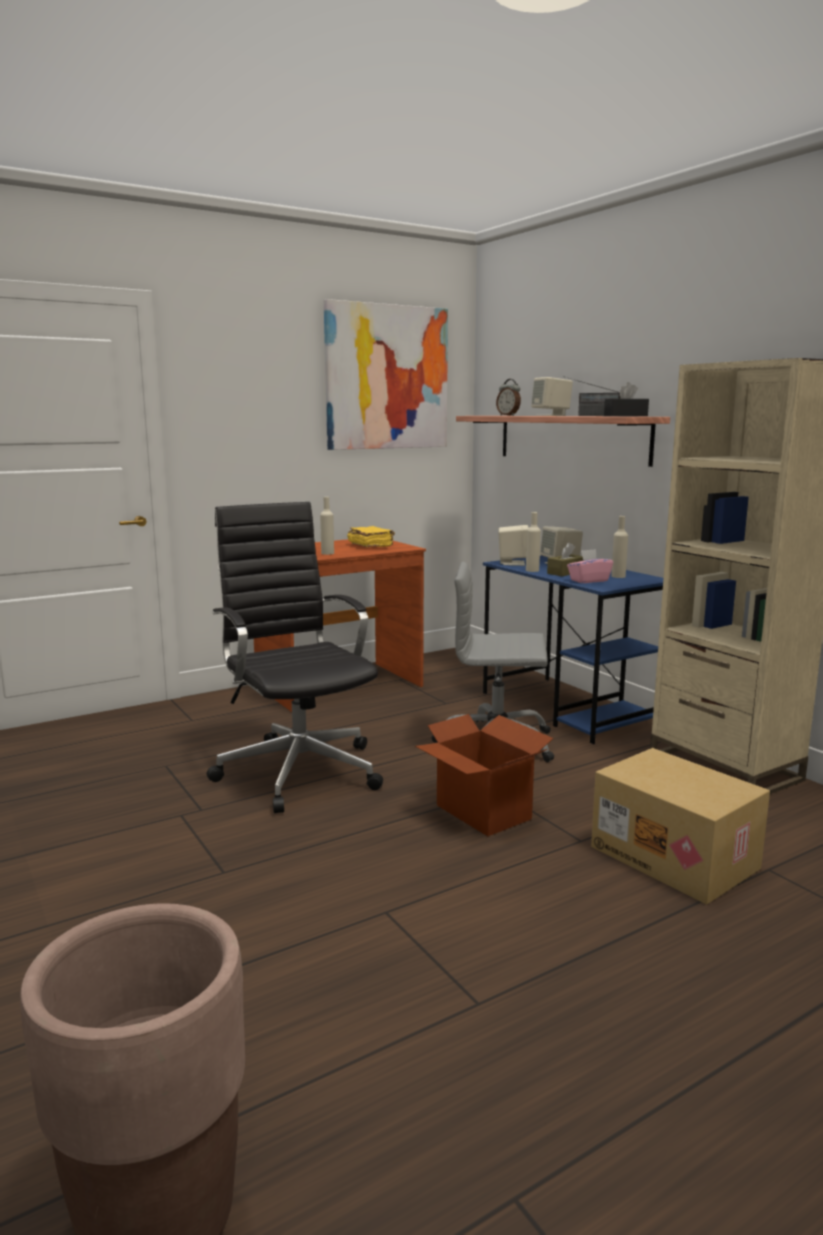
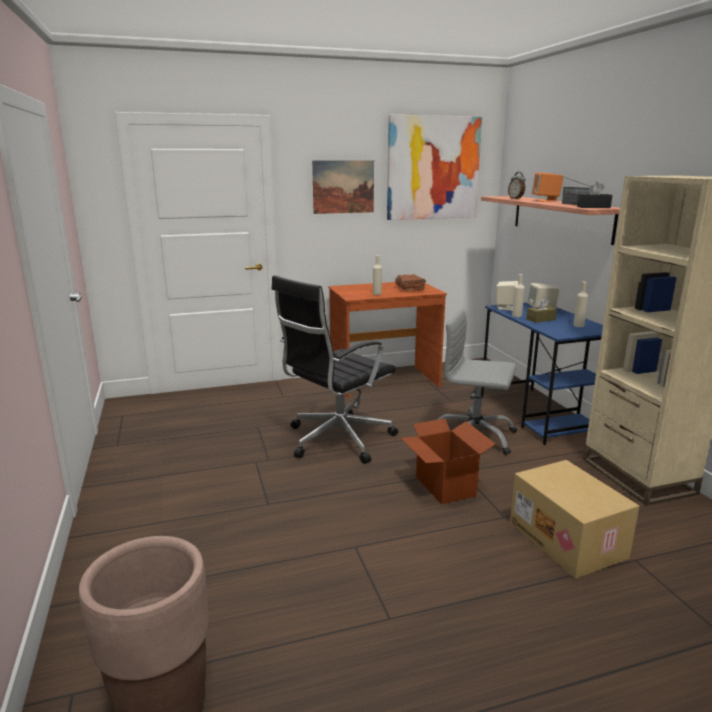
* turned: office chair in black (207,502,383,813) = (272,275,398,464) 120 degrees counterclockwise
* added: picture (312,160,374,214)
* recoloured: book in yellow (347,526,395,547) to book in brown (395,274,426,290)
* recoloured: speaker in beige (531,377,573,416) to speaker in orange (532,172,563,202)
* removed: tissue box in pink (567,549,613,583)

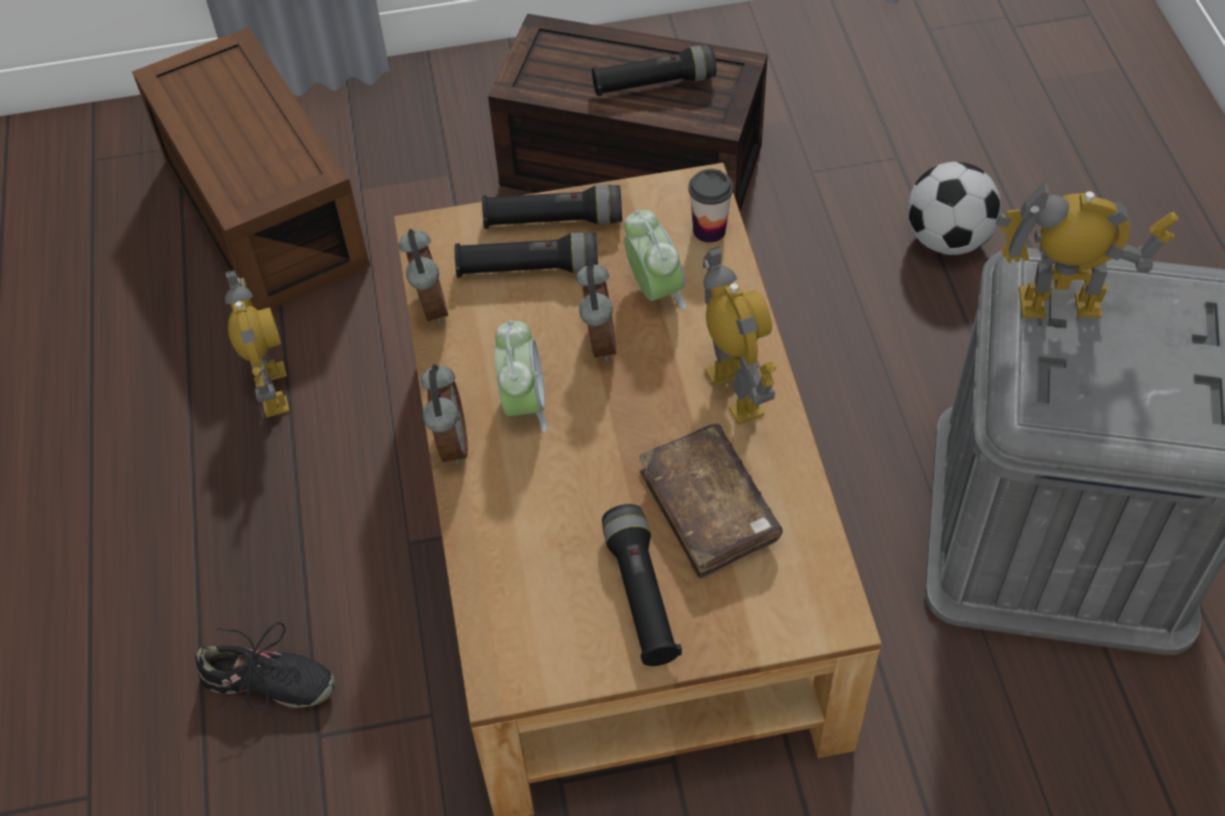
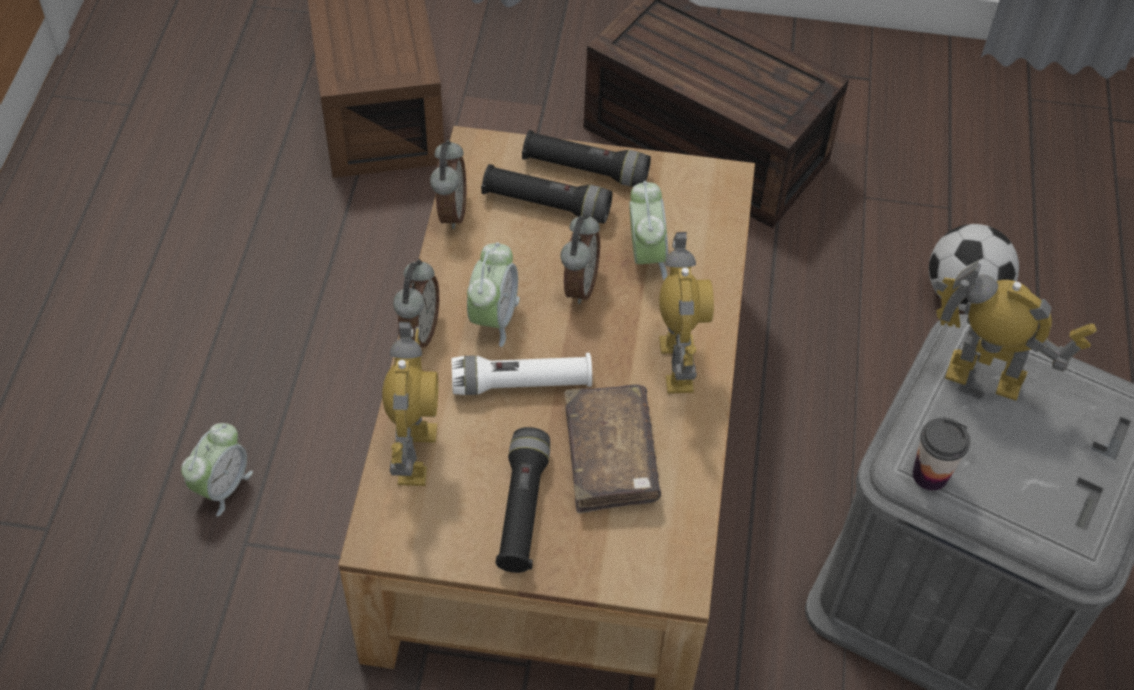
* replaced: shoe in black (196,622,335,710) to alarm clock (181,423,253,517)
* moved: toy robot (225,270,290,418) to (382,321,438,486)
* added: flashlight in white (452,353,592,395)
* moved: cup (688,169,733,243) to (912,418,970,491)
* removed: flashlight in black (592,45,716,96)

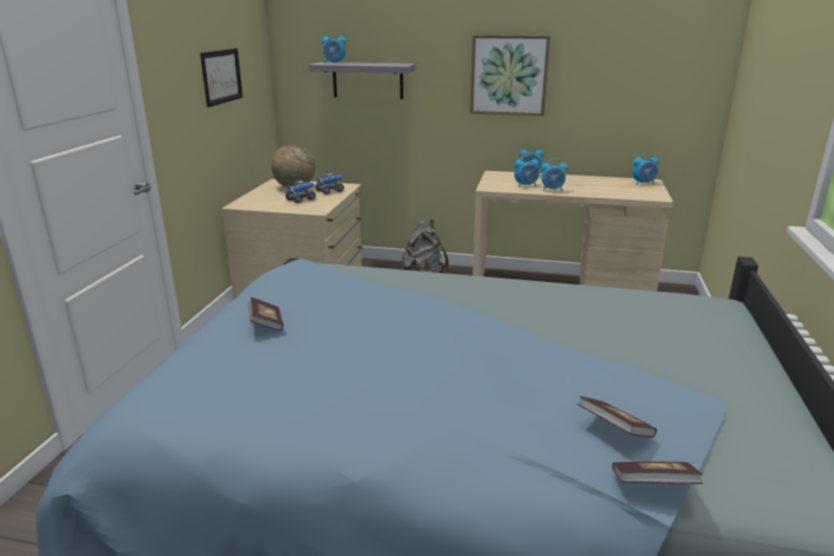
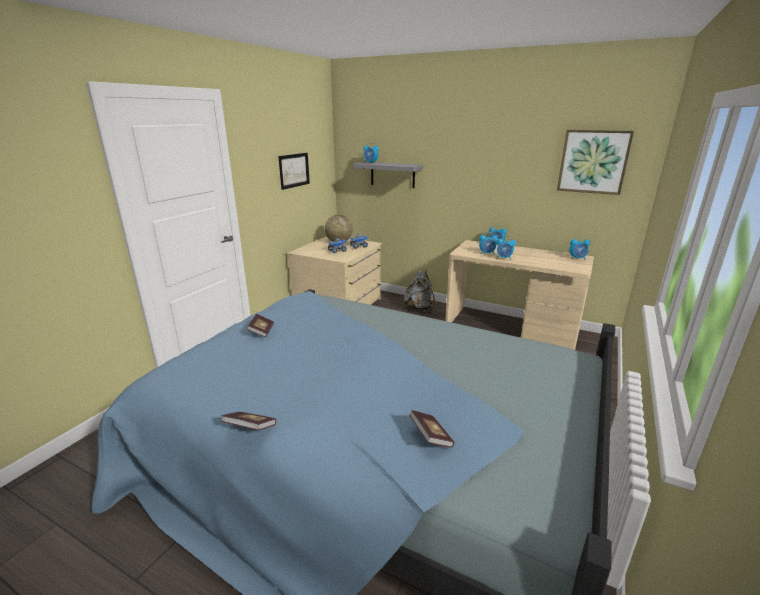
* moved: book (612,462,703,484) to (221,412,276,430)
* moved: picture (470,35,550,116) to (557,130,634,195)

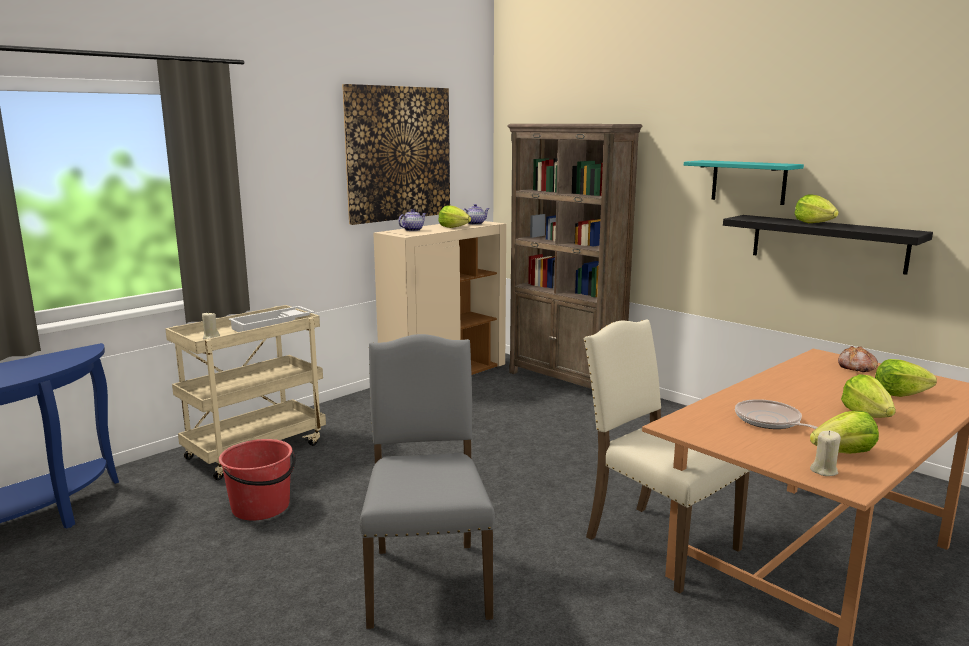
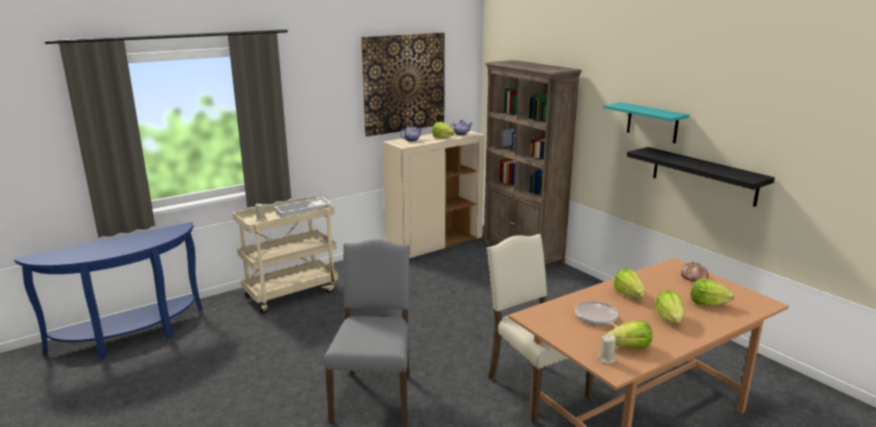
* moved: lettuce (794,194,839,223) to (613,269,645,298)
* removed: bucket in red (219,439,296,520)

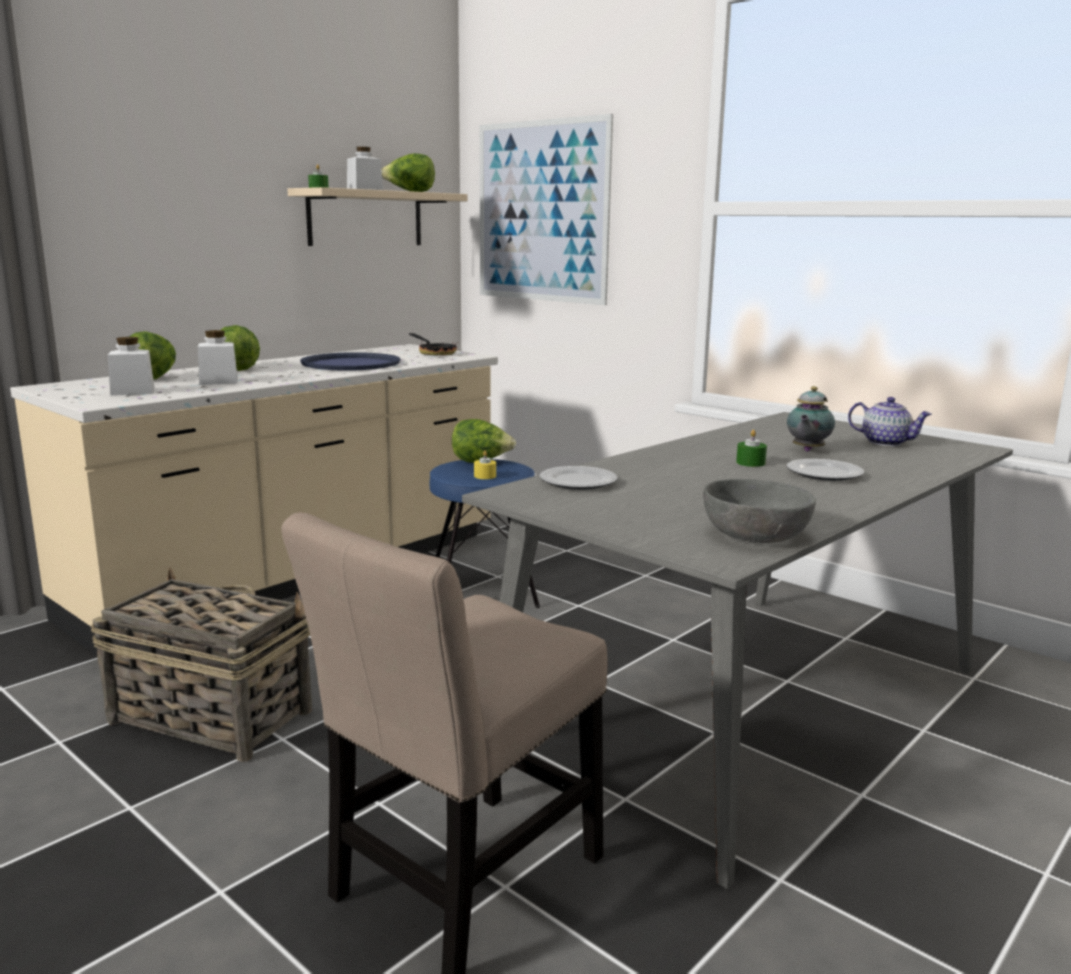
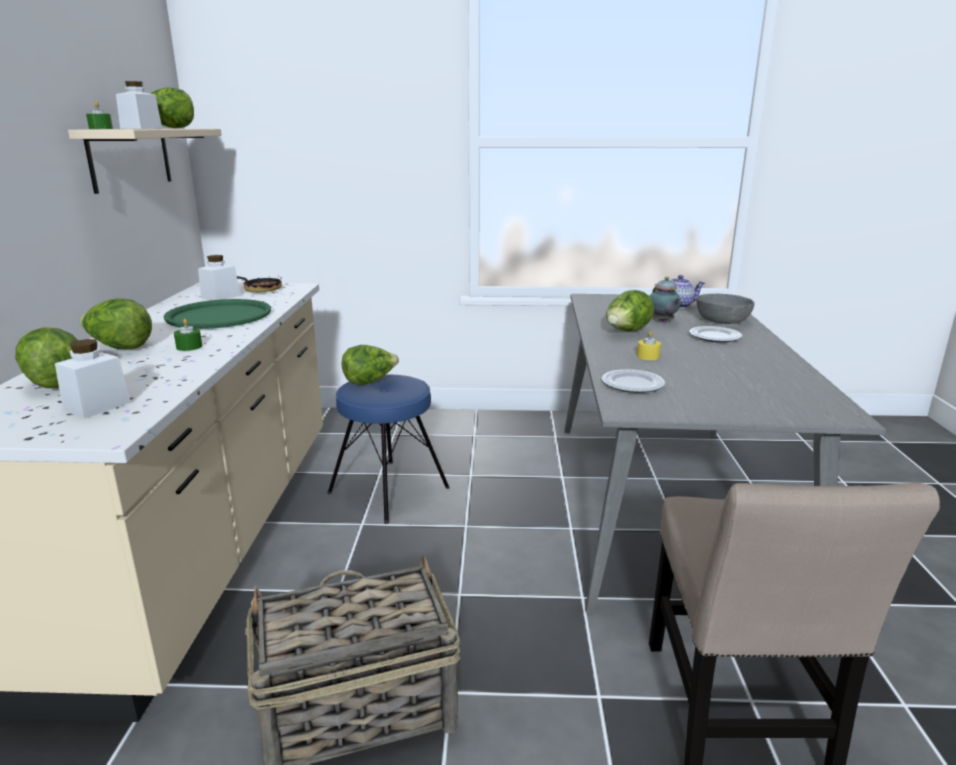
* recoloured: tray in blue (300,352,401,371) to tray in green (163,299,271,329)
* moved: candle in green (736,430,767,467) to (174,319,202,351)
* moved: jar in white (198,330,238,385) to (198,255,240,300)
* added: lettuce (606,290,654,332)
* moved: candle in yellow (474,450,496,479) to (637,331,661,360)
* moved: bowl in grey (703,479,816,543) to (696,294,755,324)
* removed: picture (480,114,613,305)

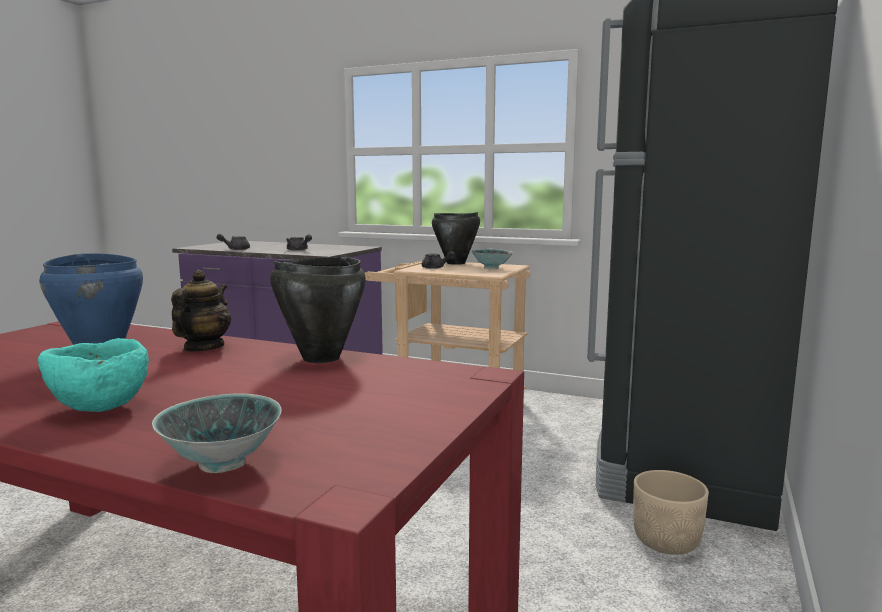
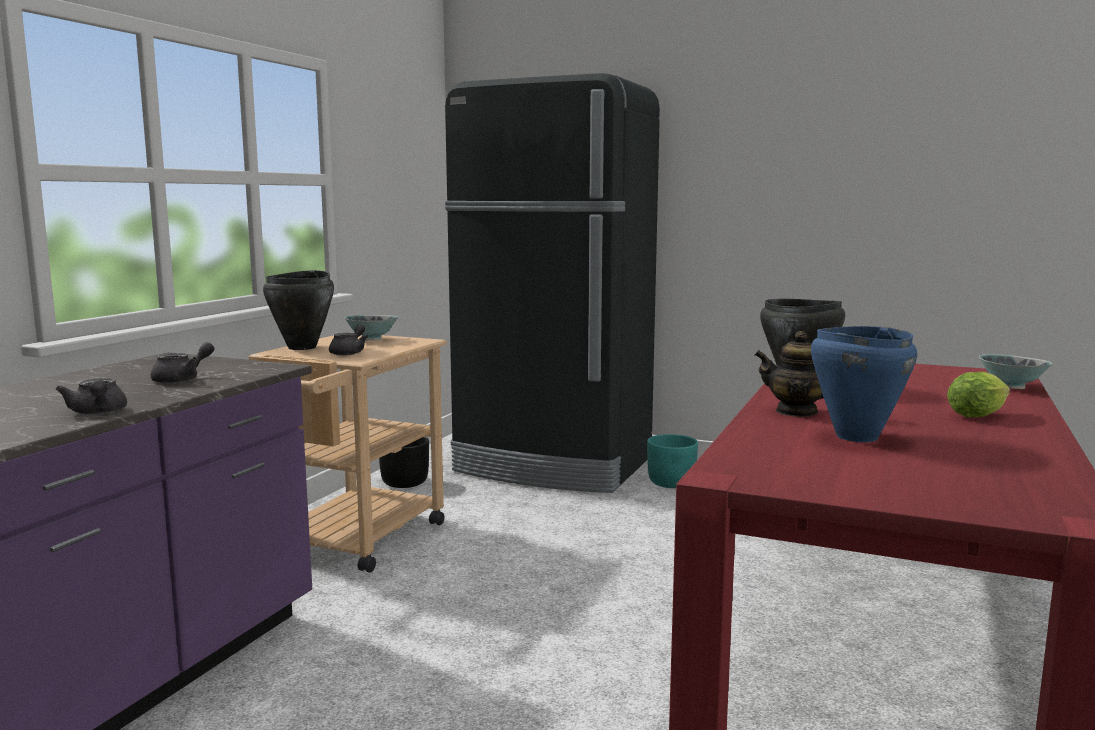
* added: planter in black (379,436,429,488)
* recoloured: planter in beige (633,470,709,555) to planter in turquoise (647,434,698,488)
* replaced: bowl in turquoise (38,338,149,412) to lettuce (947,372,1010,417)

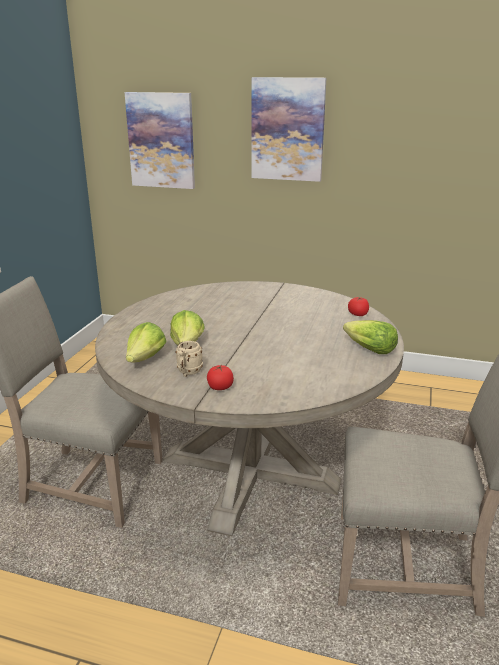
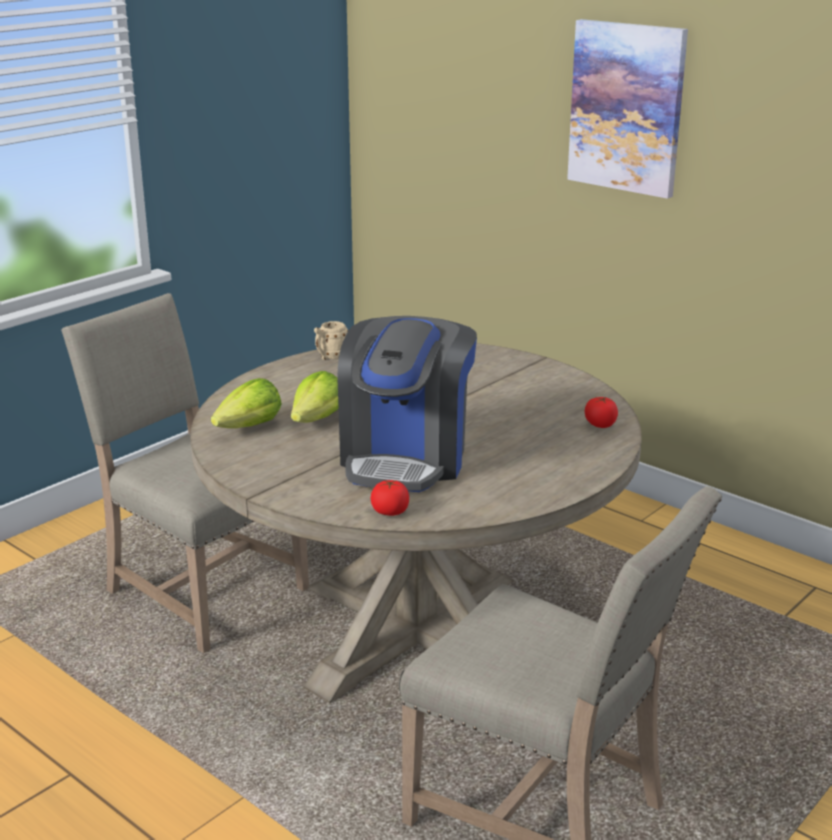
* moved: mug in beige (175,341,203,377) to (314,321,348,360)
* added: coffee machine (338,316,477,492)
* moved: tomato (207,365,234,390) to (371,480,409,516)
* removed: picture (125,92,195,189)
* removed: lettuce (343,320,398,354)

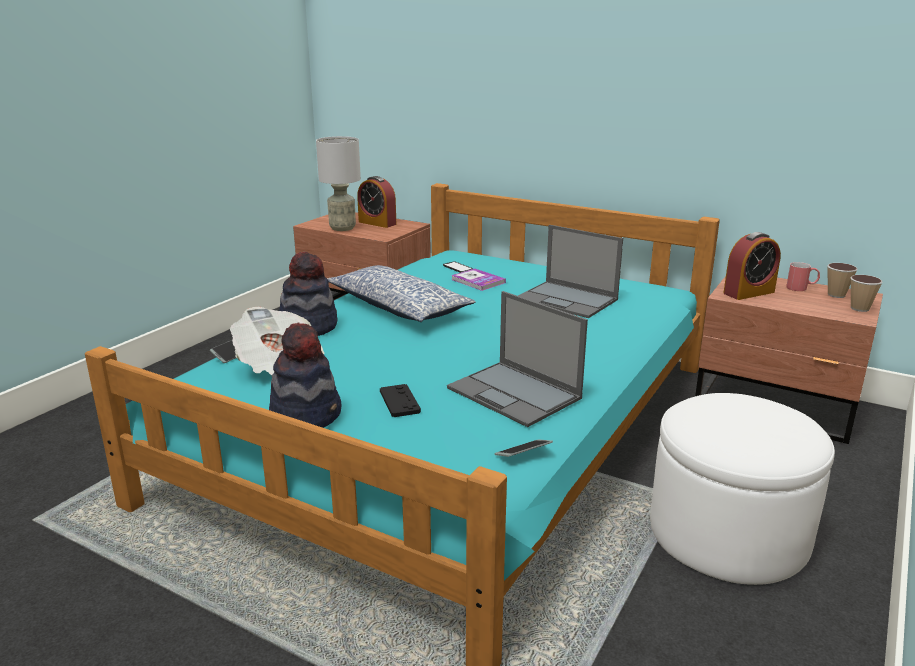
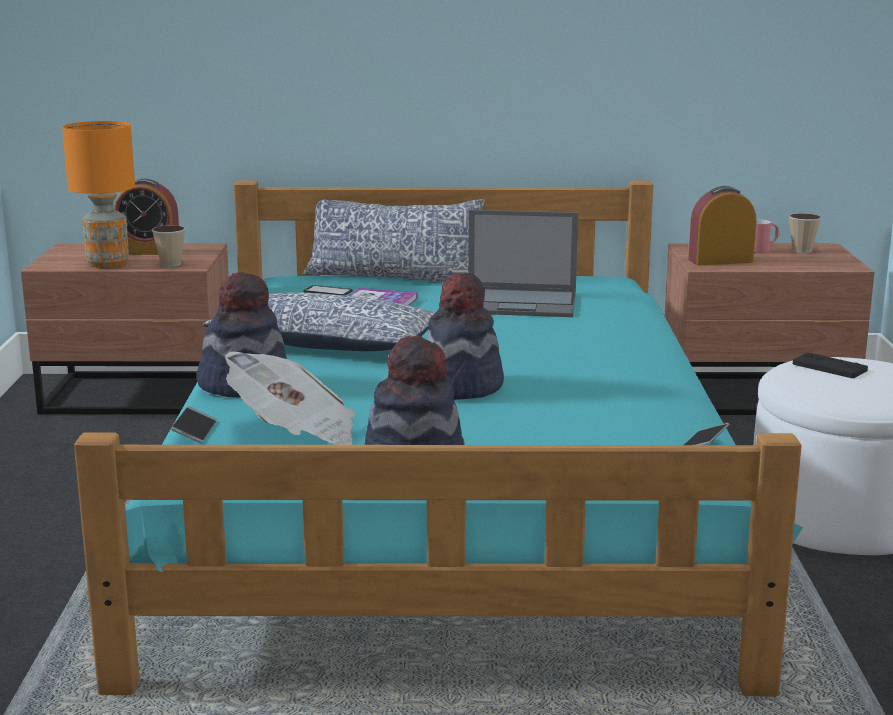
* recoloured: table lamp in grey (316,136,361,231) to table lamp in orange (62,121,135,268)
* moved: cup (850,275,882,312) to (152,225,186,267)
* added: pillow (303,199,485,282)
* added: hat (426,273,504,400)
* turned: alarm clock (723,232,781,300) = (688,186,757,265) 135 degrees counterclockwise
* moved: game controller in black (380,384,421,417) to (793,353,868,378)
* removed: laptop (447,291,588,427)

